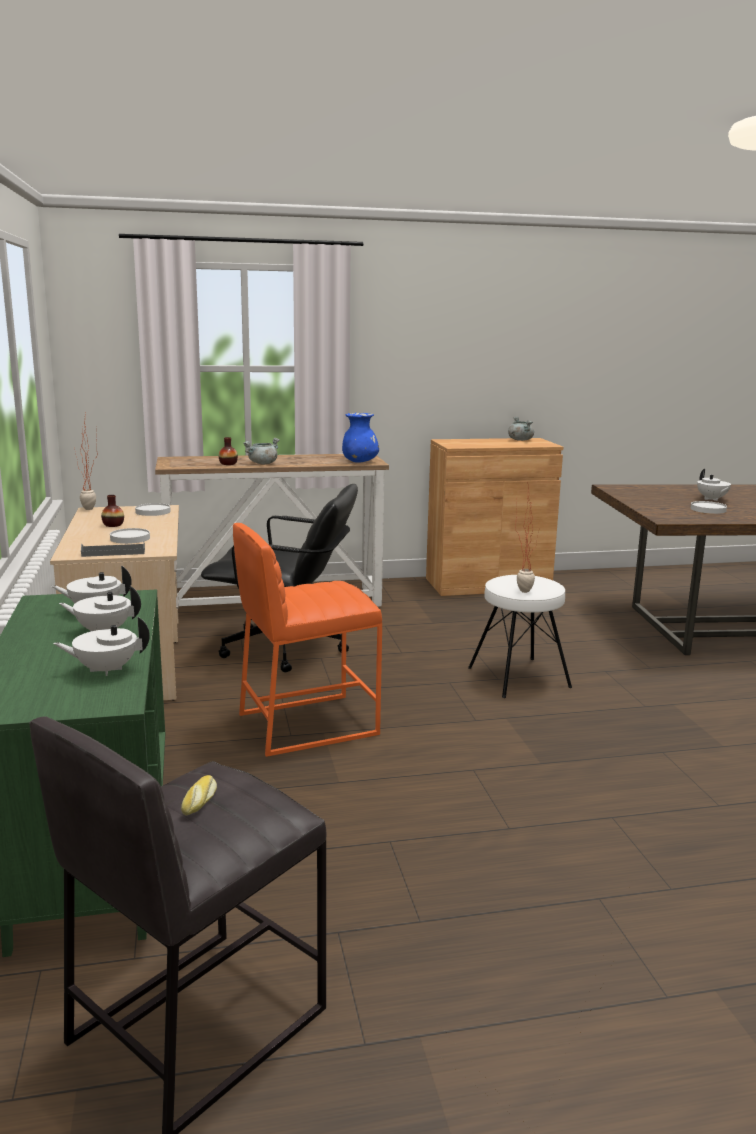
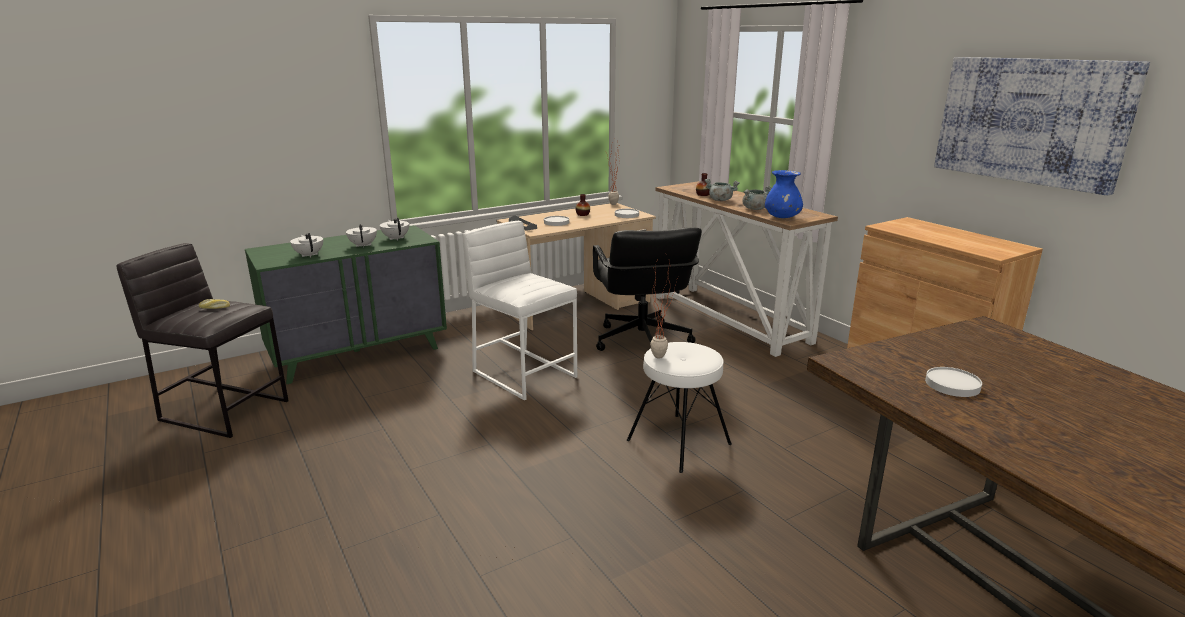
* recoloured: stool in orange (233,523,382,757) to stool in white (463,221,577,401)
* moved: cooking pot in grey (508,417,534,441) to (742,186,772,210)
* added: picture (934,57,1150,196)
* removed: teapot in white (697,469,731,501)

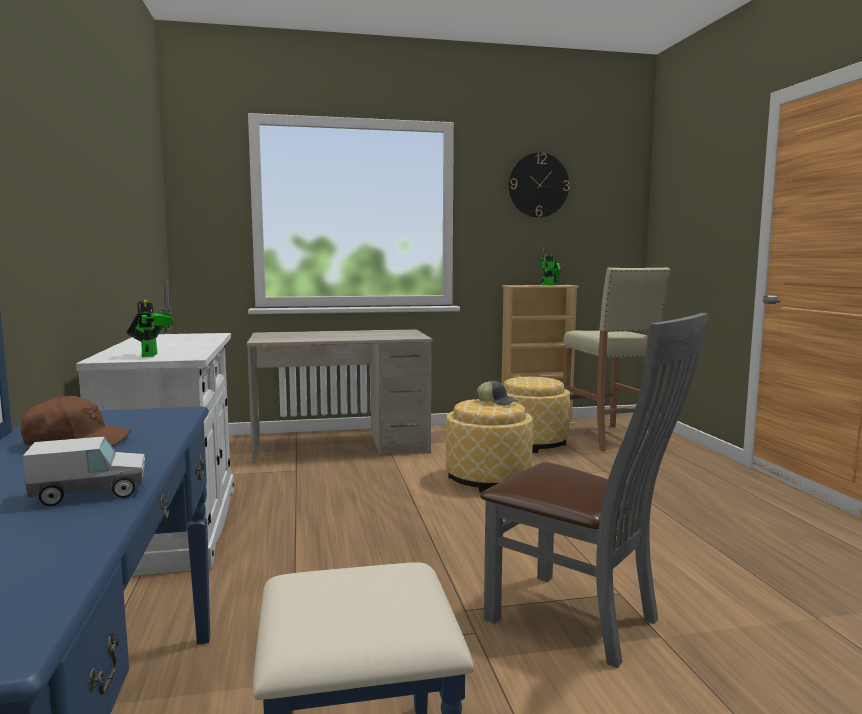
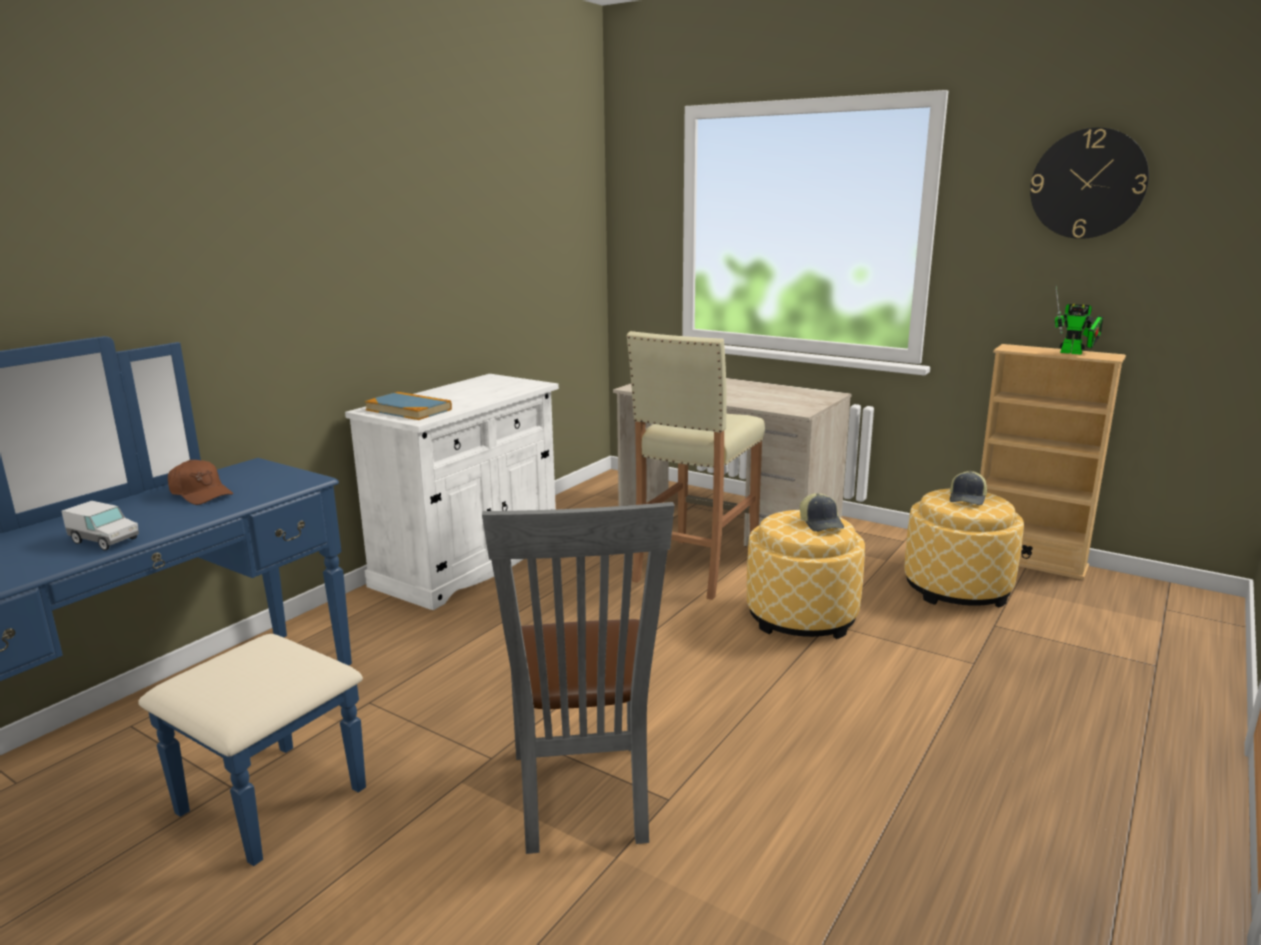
* replaced: toy robot (126,279,174,357) to book (365,392,452,420)
* moved: stool in beige (563,267,670,452) to (627,331,765,600)
* added: cap (950,471,987,505)

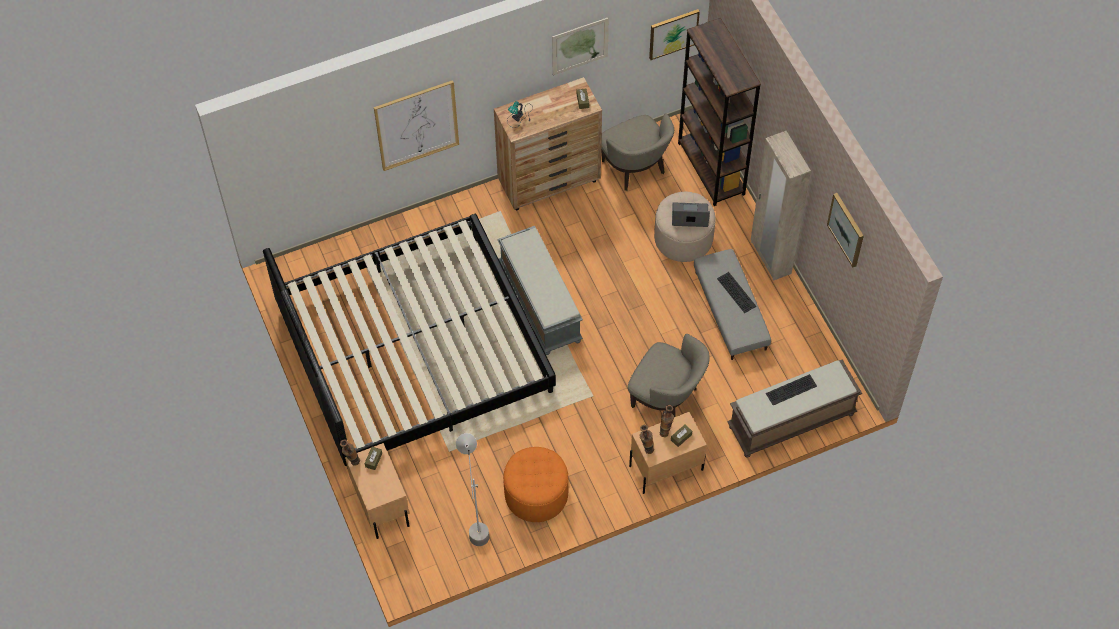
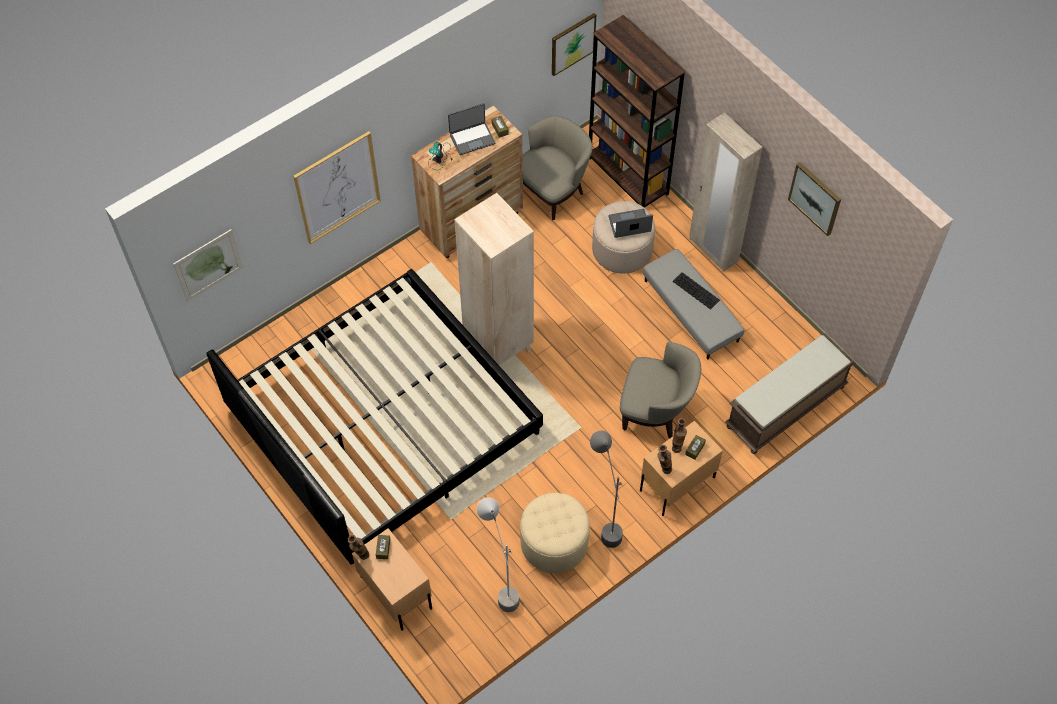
* moved: picture (552,18,609,75) to (173,229,243,301)
* added: laptop (448,103,495,155)
* replaced: bench in grey (497,226,583,355) to bookcase in beige (454,193,534,366)
* recoloured: ottoman in orange (503,447,569,522) to ottoman in beige (520,493,590,573)
* turned: armchair in beige (601,113,674,191) = (523,116,593,220) 90 degrees counterclockwise
* added: floor lamp in grey (590,431,623,548)
* removed: keyboard (766,374,817,405)

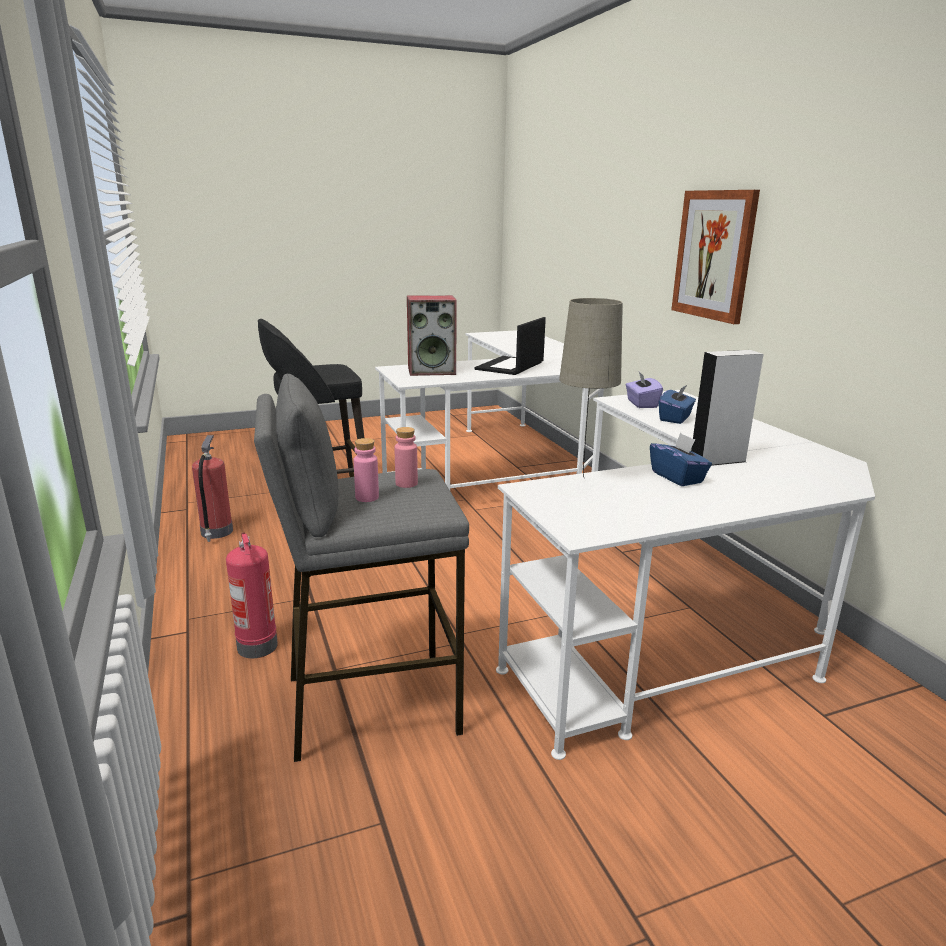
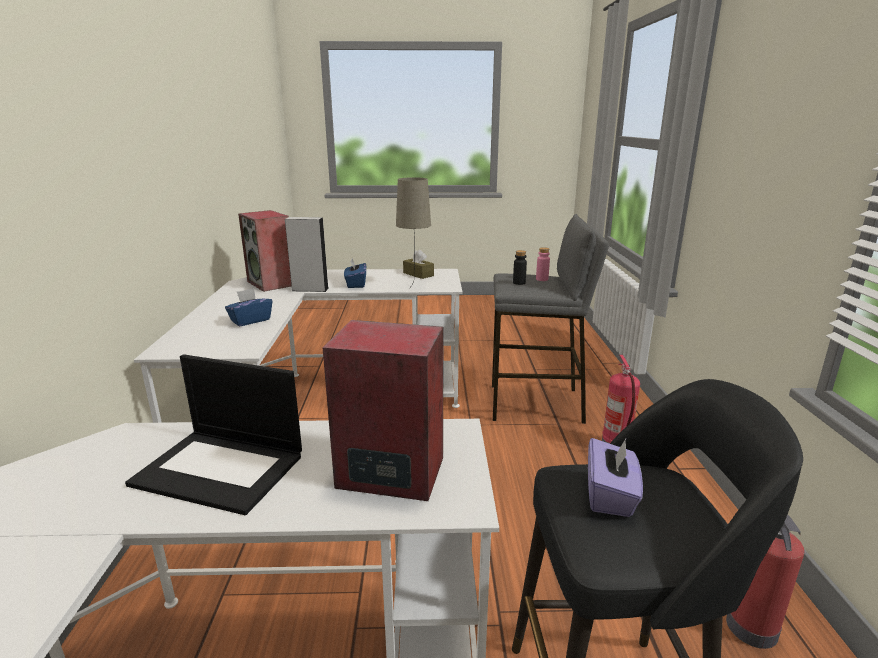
* turned: laptop (475,317,546,375) = (125,354,302,515) 60 degrees clockwise
* added: speaker (238,210,291,292)
* added: tissue box in brown (403,249,434,279)
* recoloured: bottle in pink (395,427,418,488) to bottle in black (513,250,527,285)
* moved: tissue box in purple (626,372,663,408) to (588,438,643,517)
* removed: picture (671,190,760,324)

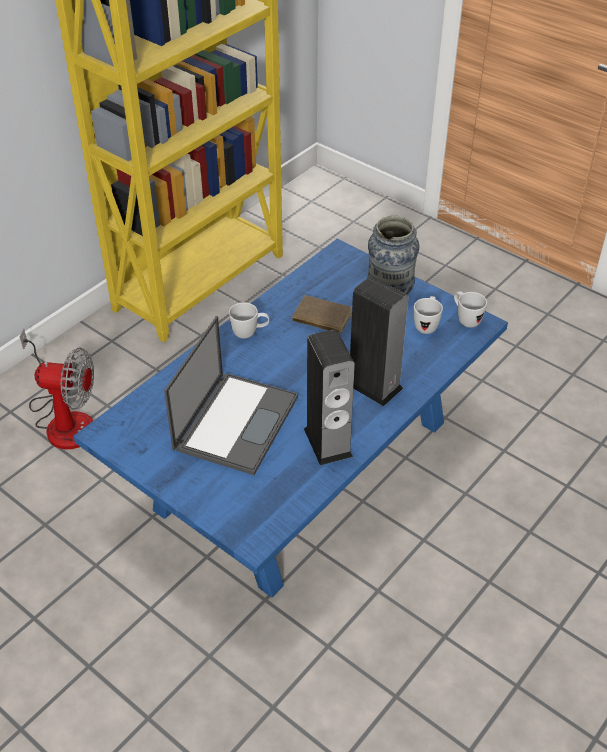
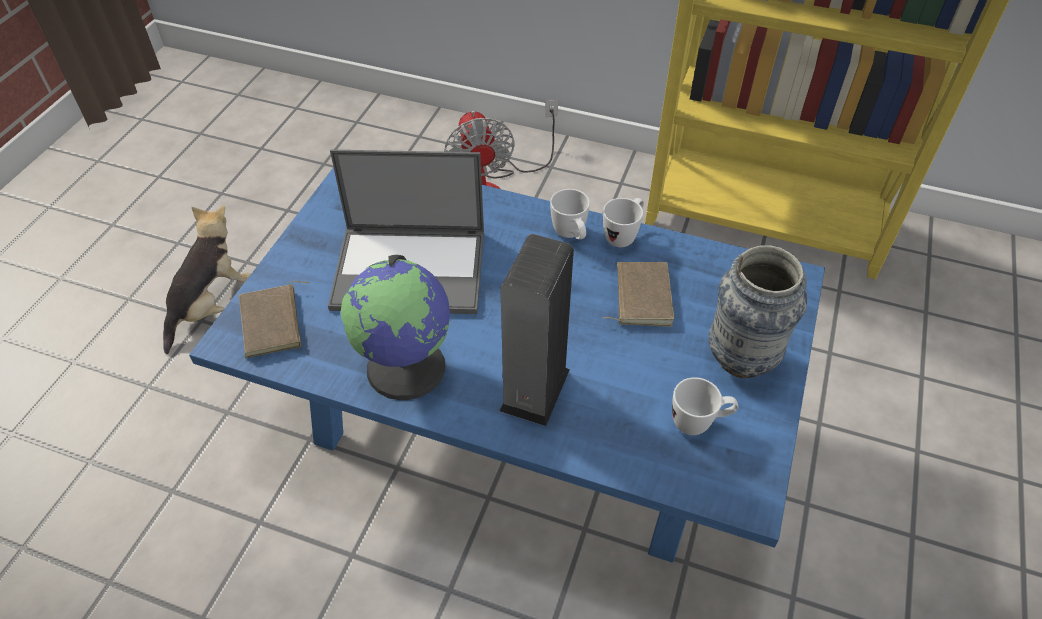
* added: plush toy (163,205,251,354)
* added: book in brown (239,281,310,358)
* replaced: speaker (304,329,355,465) to globe (341,255,451,400)
* moved: mug in white (454,291,487,328) to (603,198,644,247)

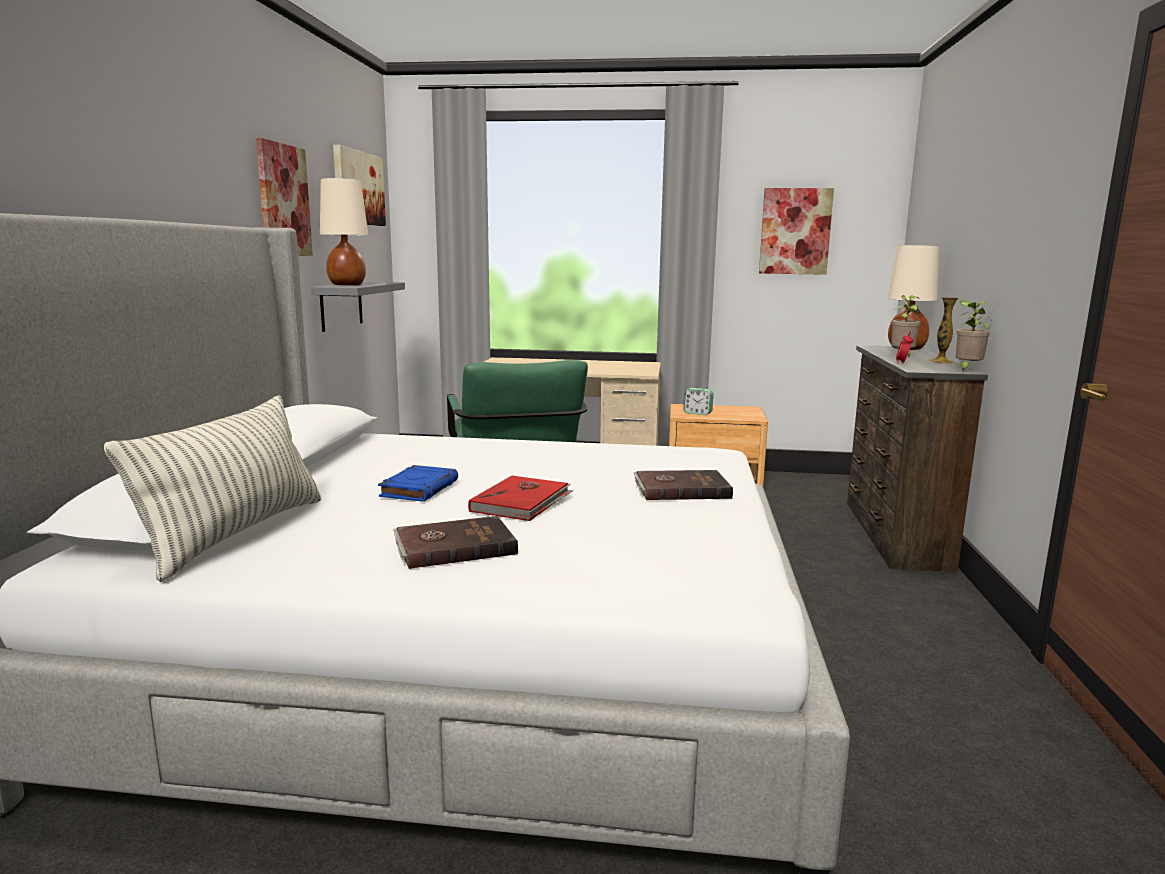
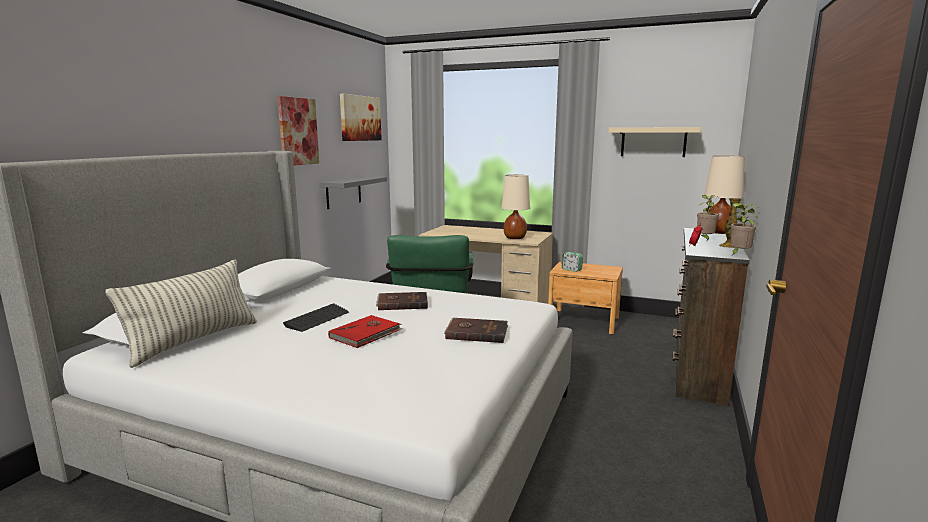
* replaced: book in blue (378,465,458,502) to keyboard (283,303,349,332)
* moved: book in brown (393,516,518,569) to (376,292,428,310)
* moved: table lamp in beige (320,178,368,286) to (501,175,530,239)
* replaced: picture (759,188,834,275) to shelf in beige (608,127,701,157)

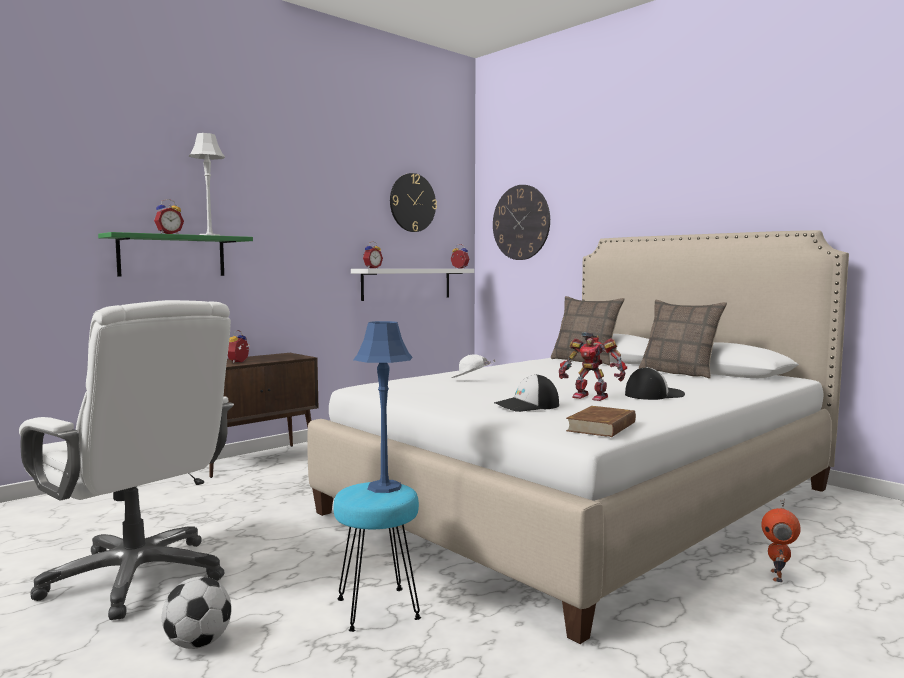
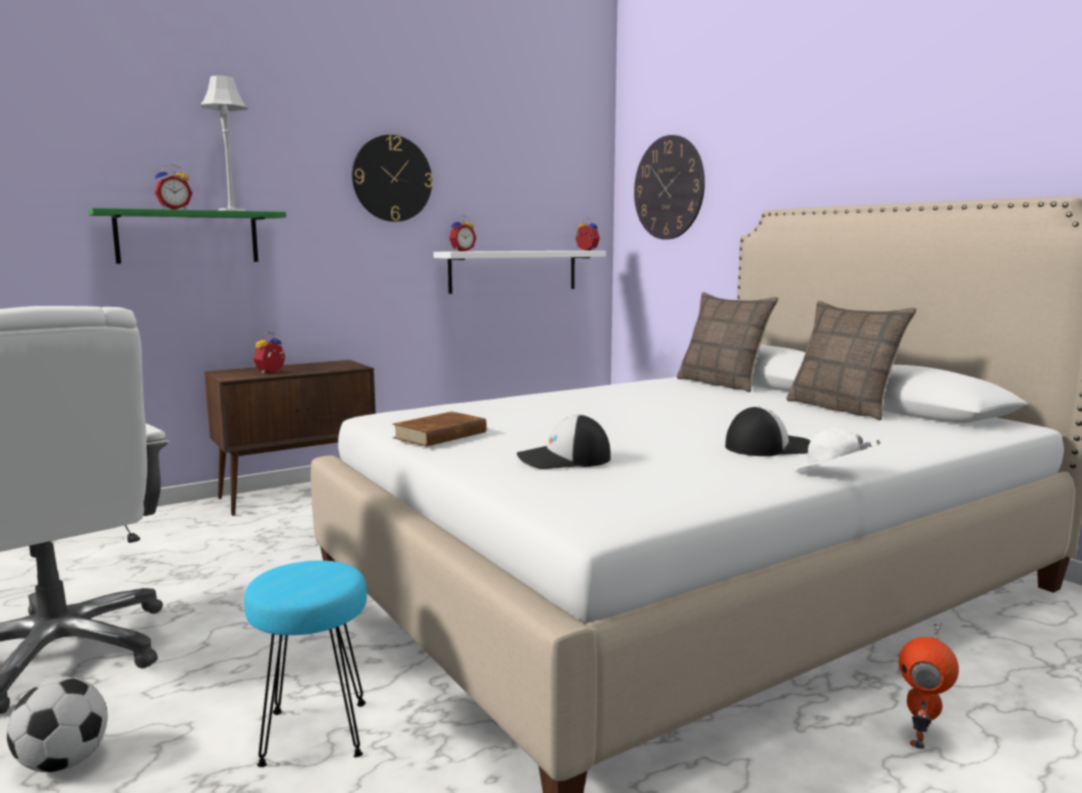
* moved: wall clock (390,173,437,232) to (352,135,433,222)
* moved: book in brown (566,406,636,437) to (392,411,489,447)
* moved: cap in white (451,354,496,378) to (792,428,881,469)
* removed: table lamp in blue (353,321,413,493)
* removed: toy robot (559,332,627,401)

